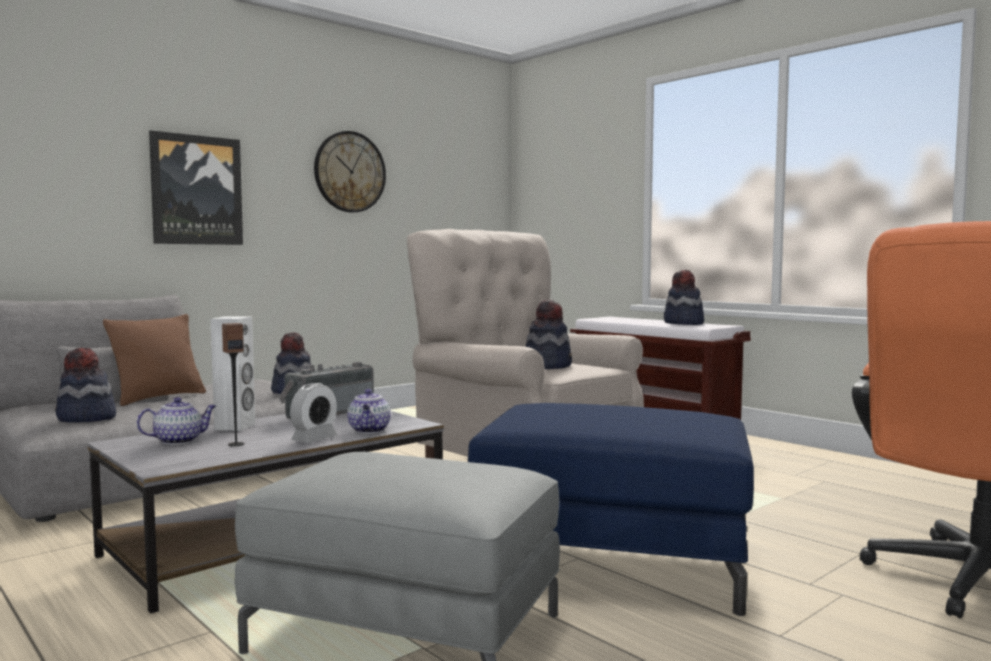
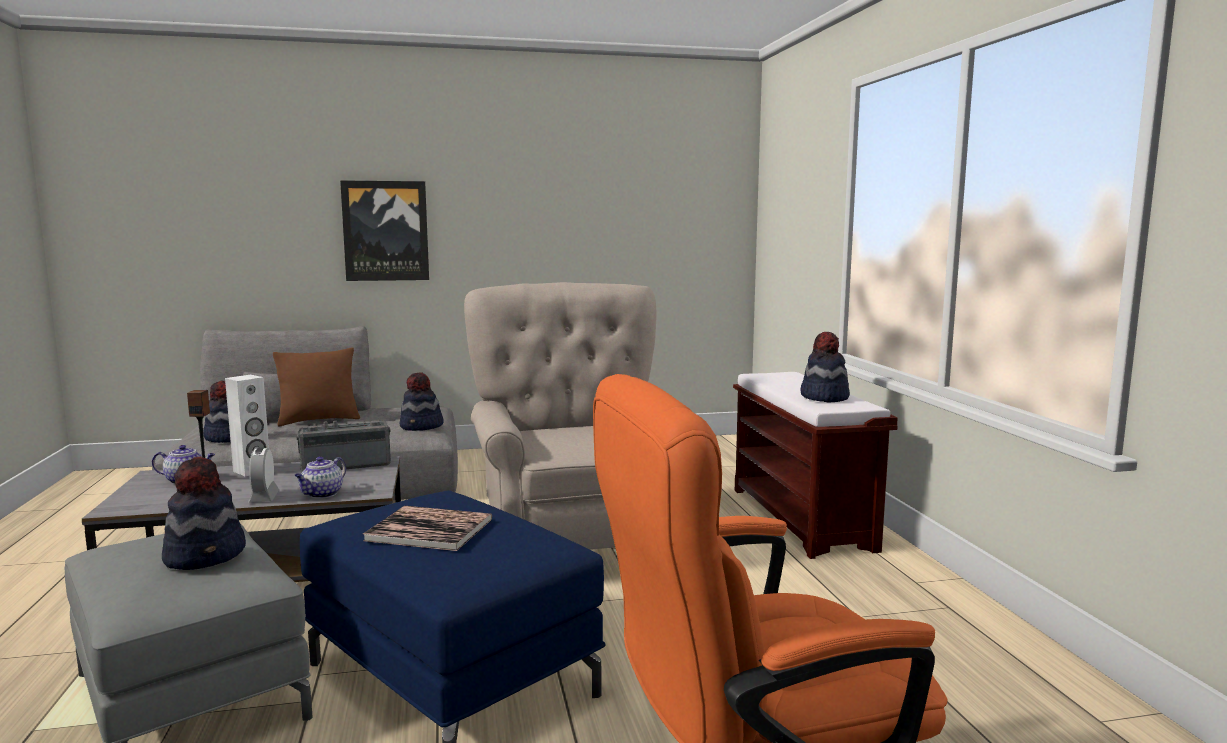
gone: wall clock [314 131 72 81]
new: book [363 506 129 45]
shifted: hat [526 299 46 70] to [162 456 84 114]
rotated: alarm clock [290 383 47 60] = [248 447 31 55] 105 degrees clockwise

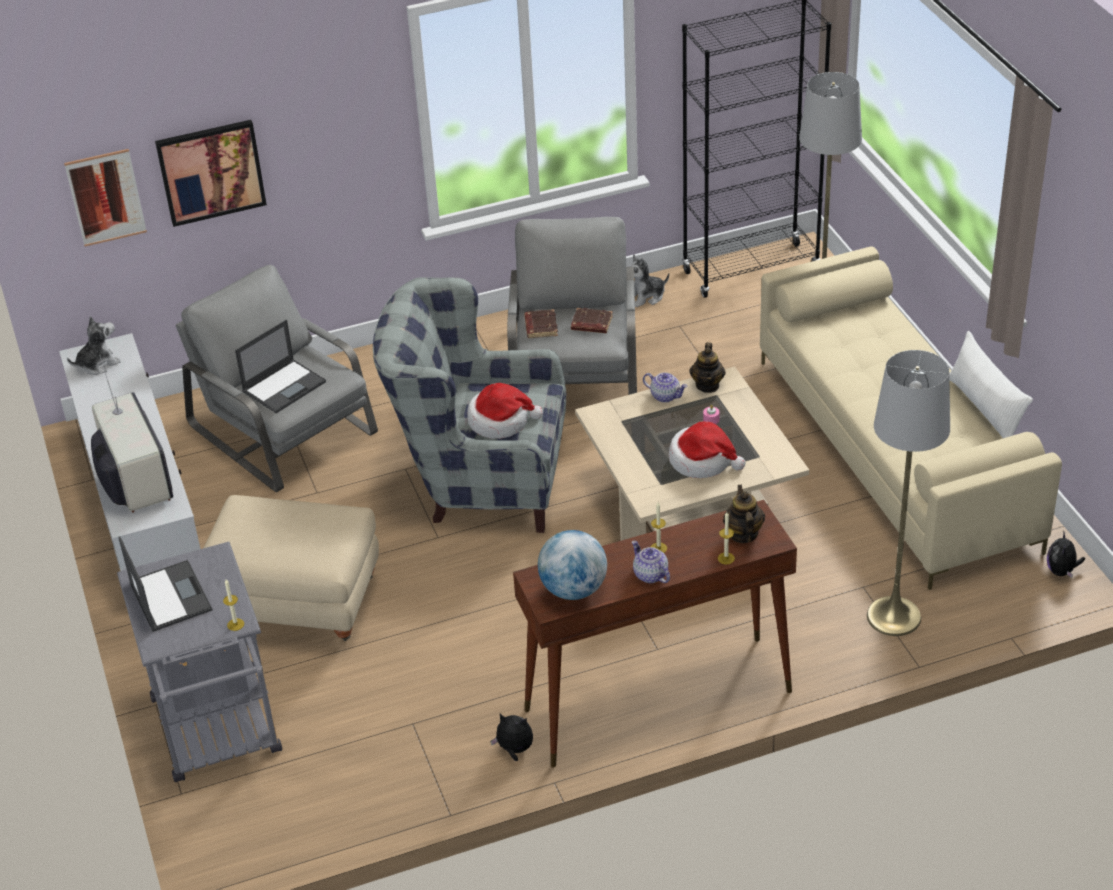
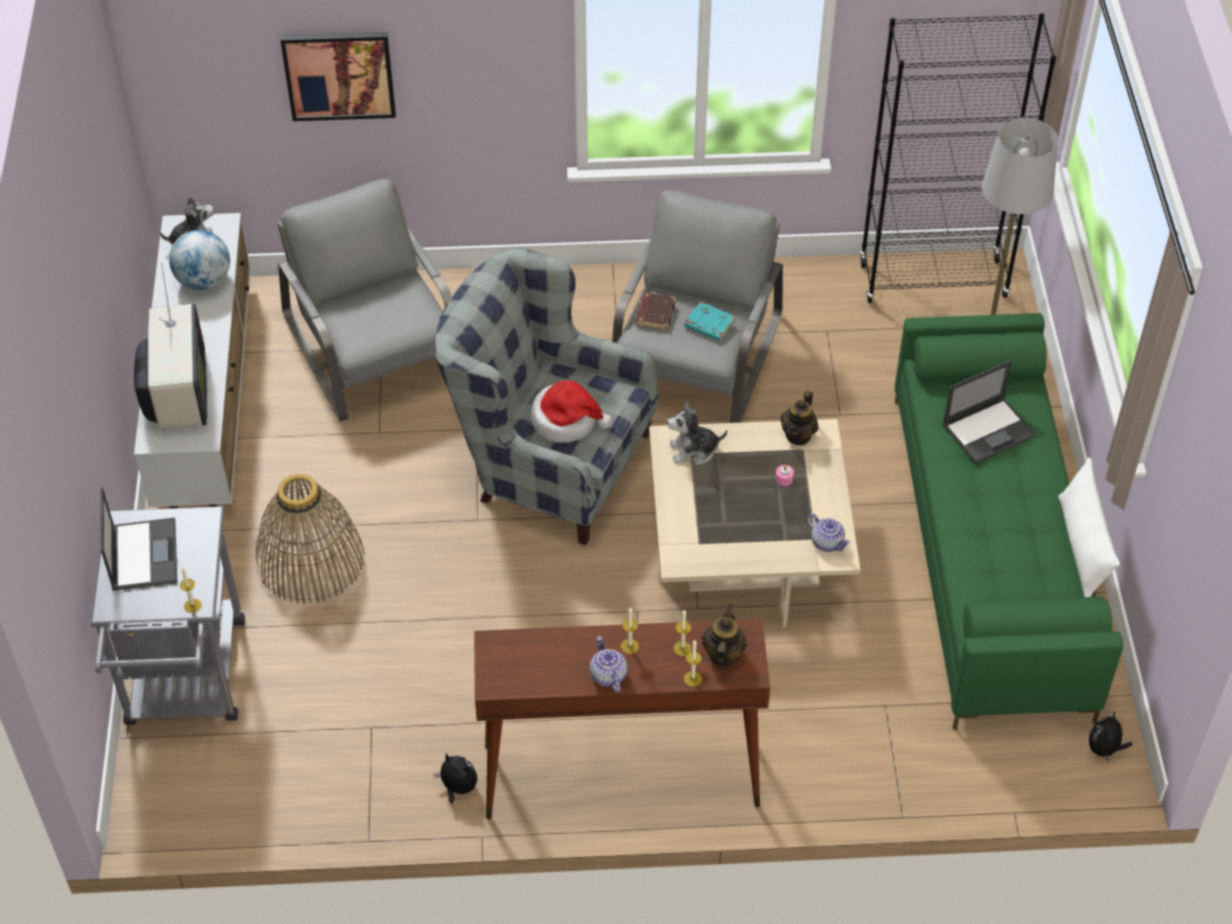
gone: picture [64 149 83 98]; grey floor lamp [867 350 83 286]; hat [669 421 77 57]
new: candle [674 610 17 46]
shifted: plush toy [630 254 39 53] to [667 400 60 65]; laptop [235 320 91 93] to [942 360 94 104]; teapot [643 372 45 31] to [807 514 44 38]; globe [538 530 69 70] to [169 230 61 60]
swapped: beige ottoman [204 495 175 146] to basket [256 474 109 130]
repainted: beige sofa [760 246 302 344] to green sofa [895 313 228 417]; brown book [571 308 42 25] to turquoise book [684 302 51 39]

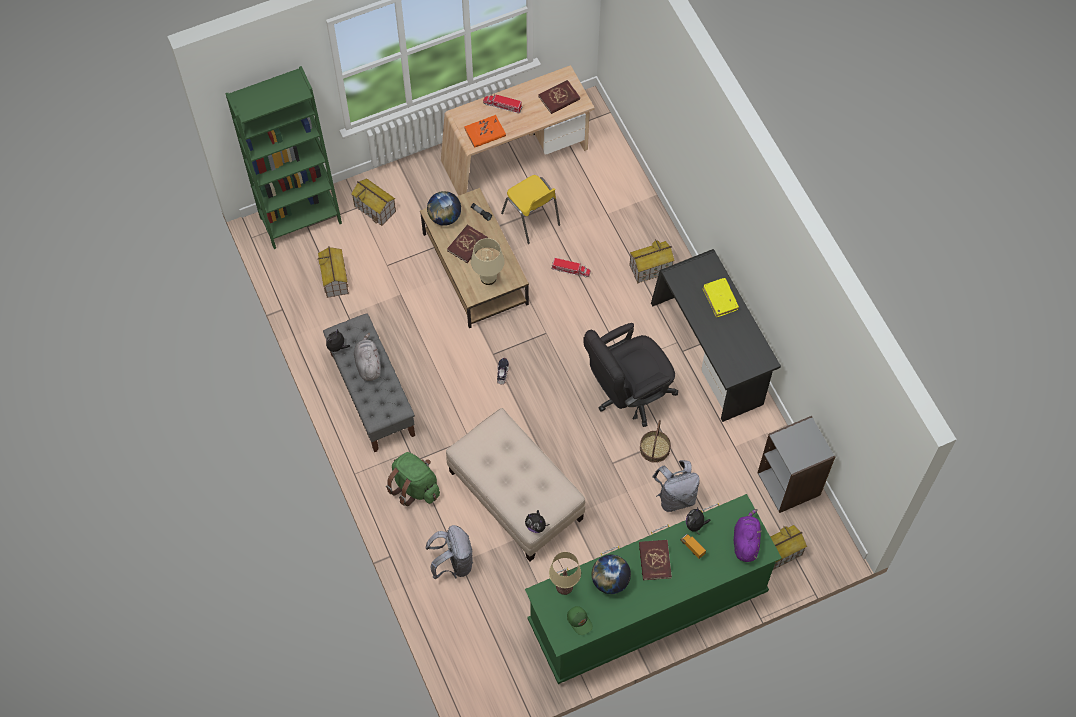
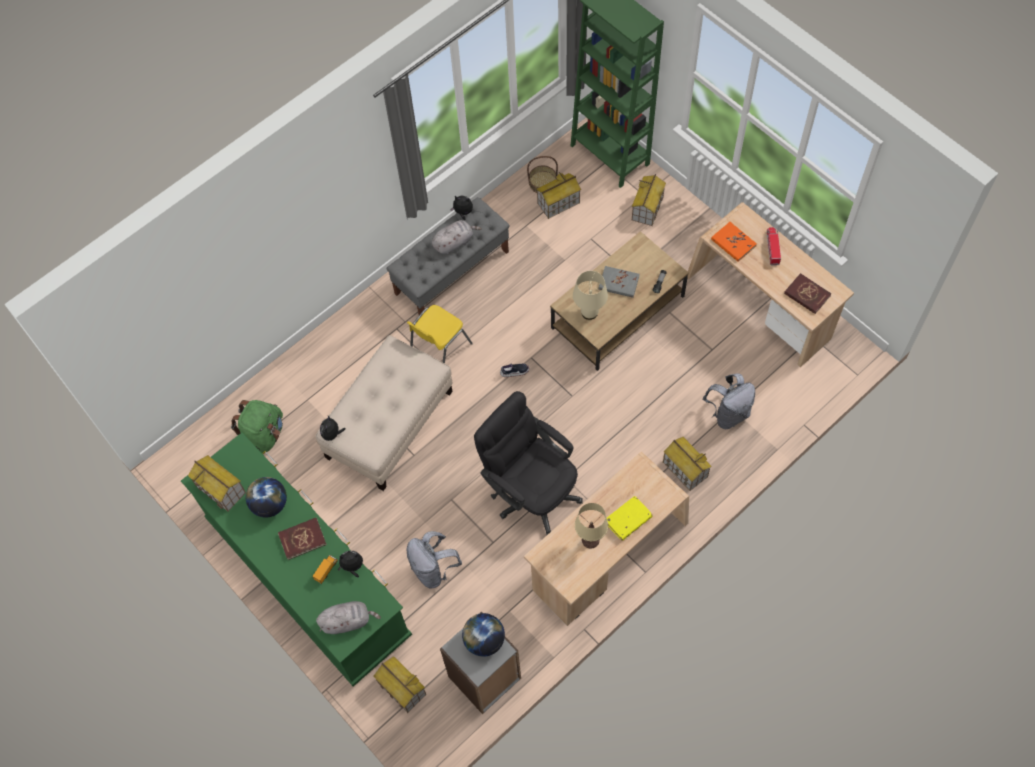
gone: toy truck [551 258 40 19]
shifted: yellow chair [501 175 59 69] to [407 305 66 58]; globe [427 191 34 35] to [462 613 43 44]; basket [640 420 31 43] to [527 156 31 37]; green backpack [386 452 54 54] to [231 400 52 53]; grey backpack [426 525 47 55] to [703 373 52 56]; beige table lamp [549 552 32 43] to [575 503 33 45]
swapped: green cap [567 606 26 29] to toy house [188 455 58 57]
repainted: red book [447 225 41 38] to grey book [599 266 41 32]; black desk [651 249 130 173] to beige desk [524 452 165 174]; purple plush toy [734 509 28 53] to grey plush toy [316 601 65 33]

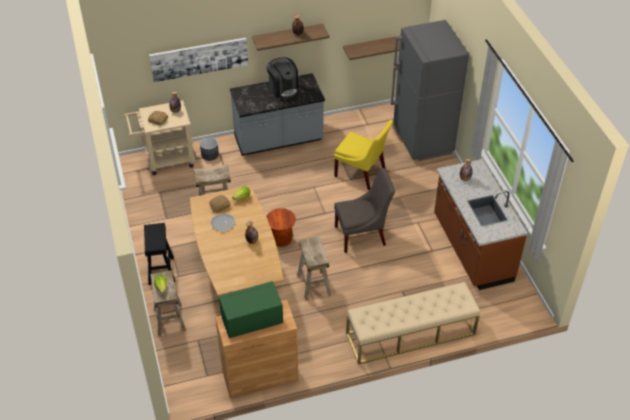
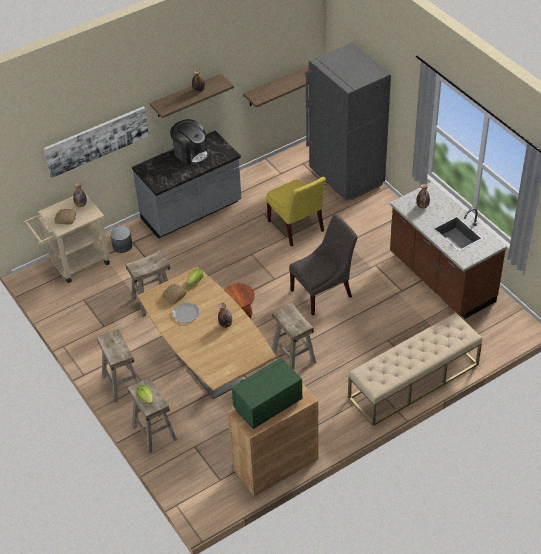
repainted: black stool [144 223 31 62] to beige stool [97 329 42 74]
rotated: yellow chair [334 120 59 70] = [266 177 60 70] 45 degrees clockwise

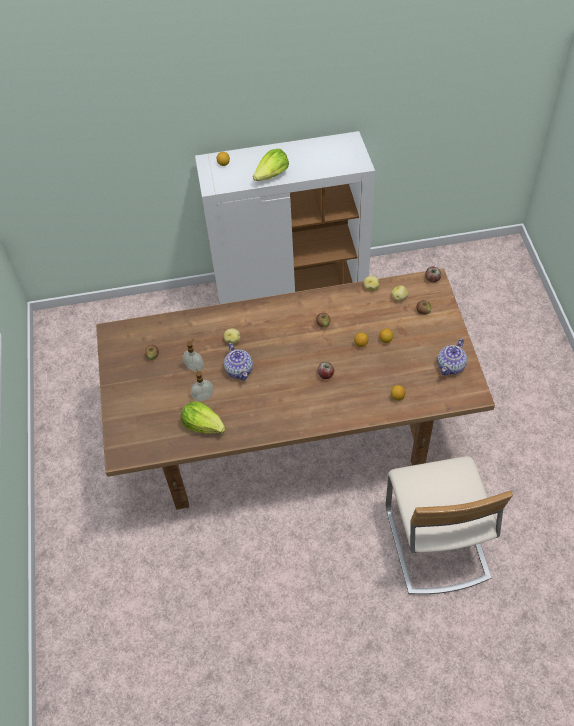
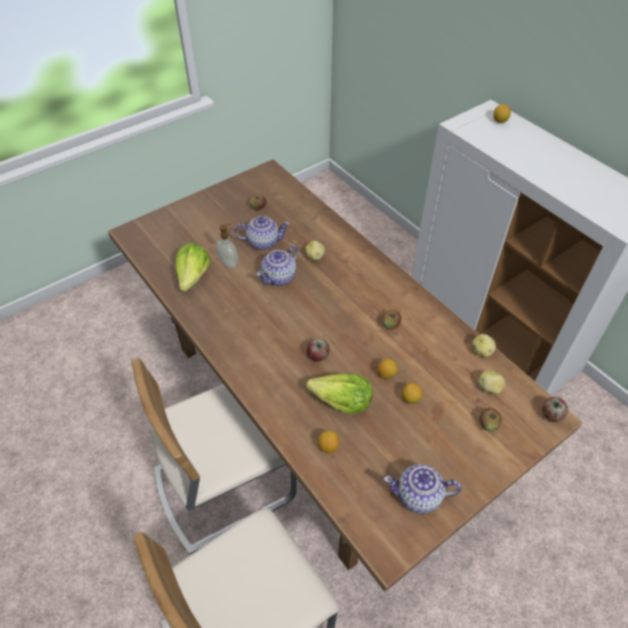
new: beige chair [132 357 165 198]
shifted: lettuce [253 149 36 32] to [306 374 67 40]
swapped: soap dispenser [183 339 21 33] to teapot [234 216 56 34]

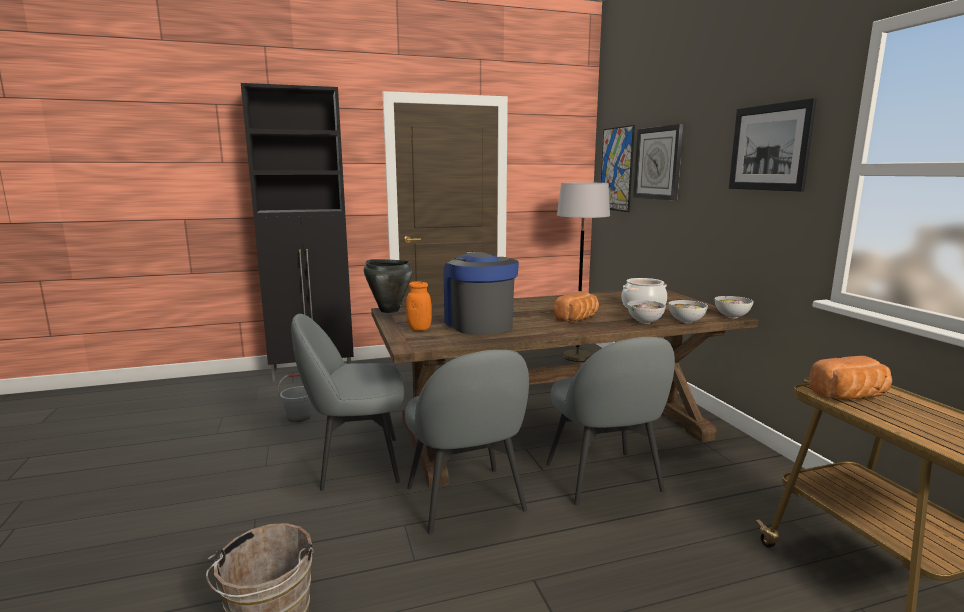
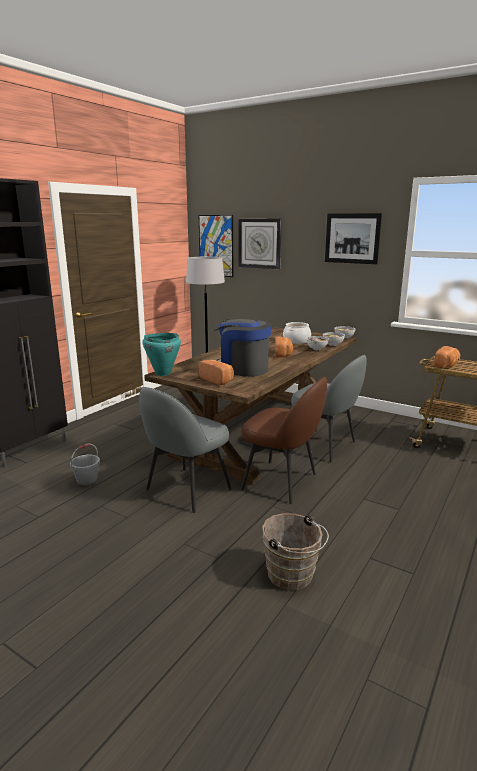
swapped: orange jar [406 281 26 50] to bread [199 360 35 25]
repainted: black cooking pot [364 259 49 54] to turquoise cooking pot [142 333 39 43]; grey chair [405 350 124 184] to brown chair [241 377 86 127]

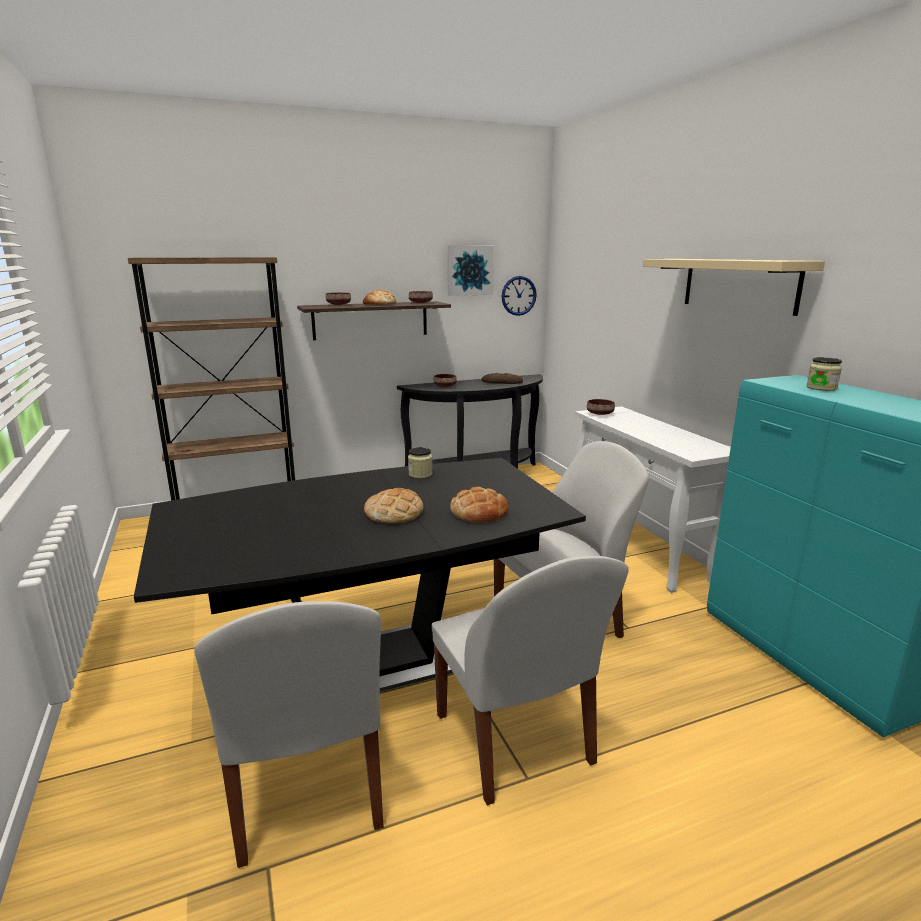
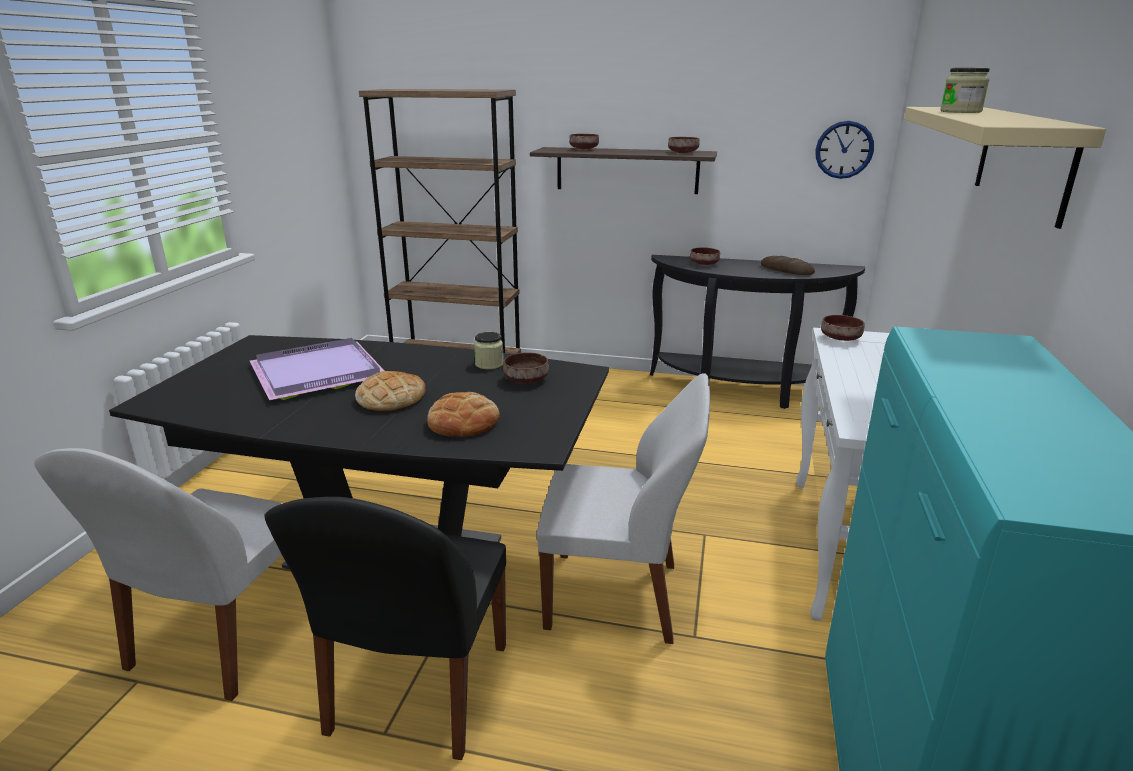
gone: picture [448 246 46 50]; bread [363 289 33 16]
new: purple tray [250 338 134 62]; brown bowl [503 352 46 32]
shifted: jar [806 357 36 34] to [940 68 50 45]
repainted: white chair [432 556 197 249] to black chair [265 497 241 263]

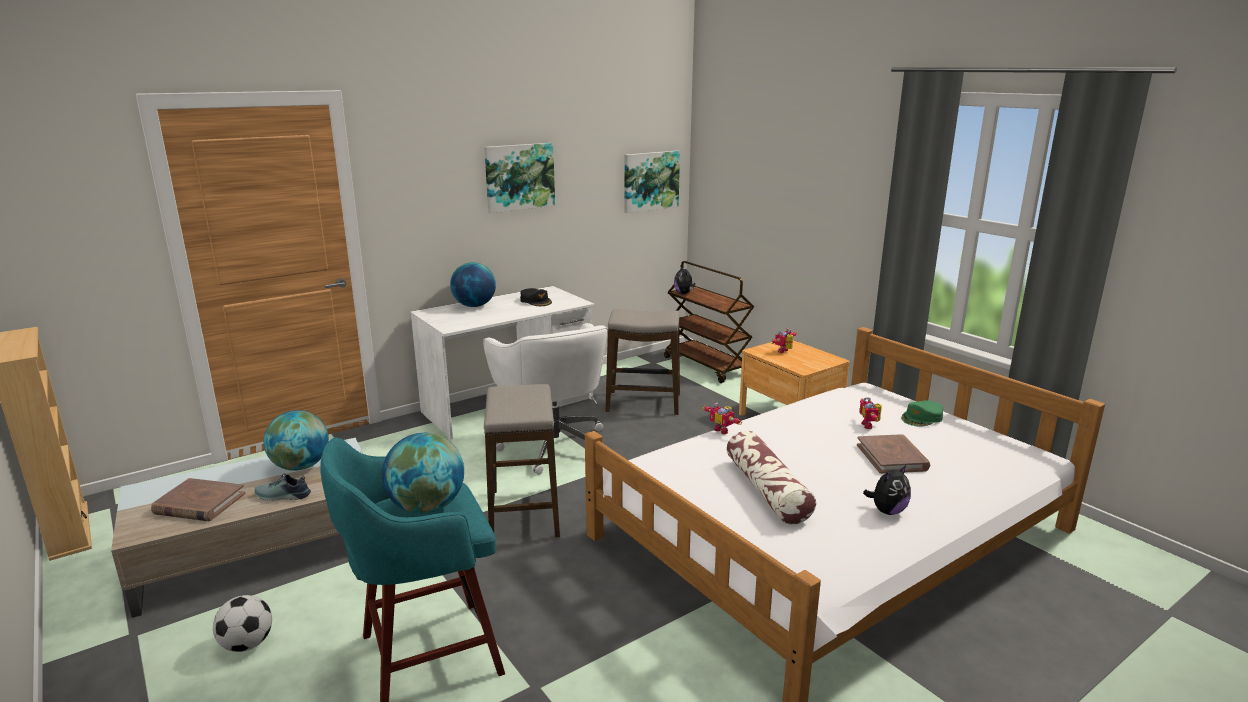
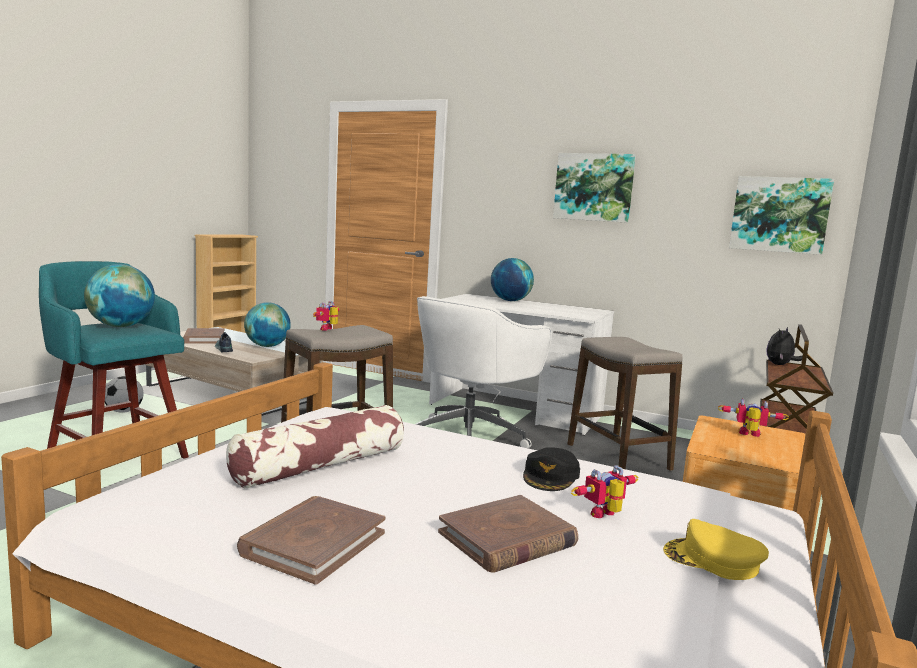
shifted: black cap [520 288 32 18] to [523 447 57 44]; toy robot [703 403 39 31] to [313 301 26 30]
swapped: plush toy [863 465 48 50] to brown book [237 496 148 89]
repainted: green cap [901 400 42 27] to yellow cap [663 519 106 61]

